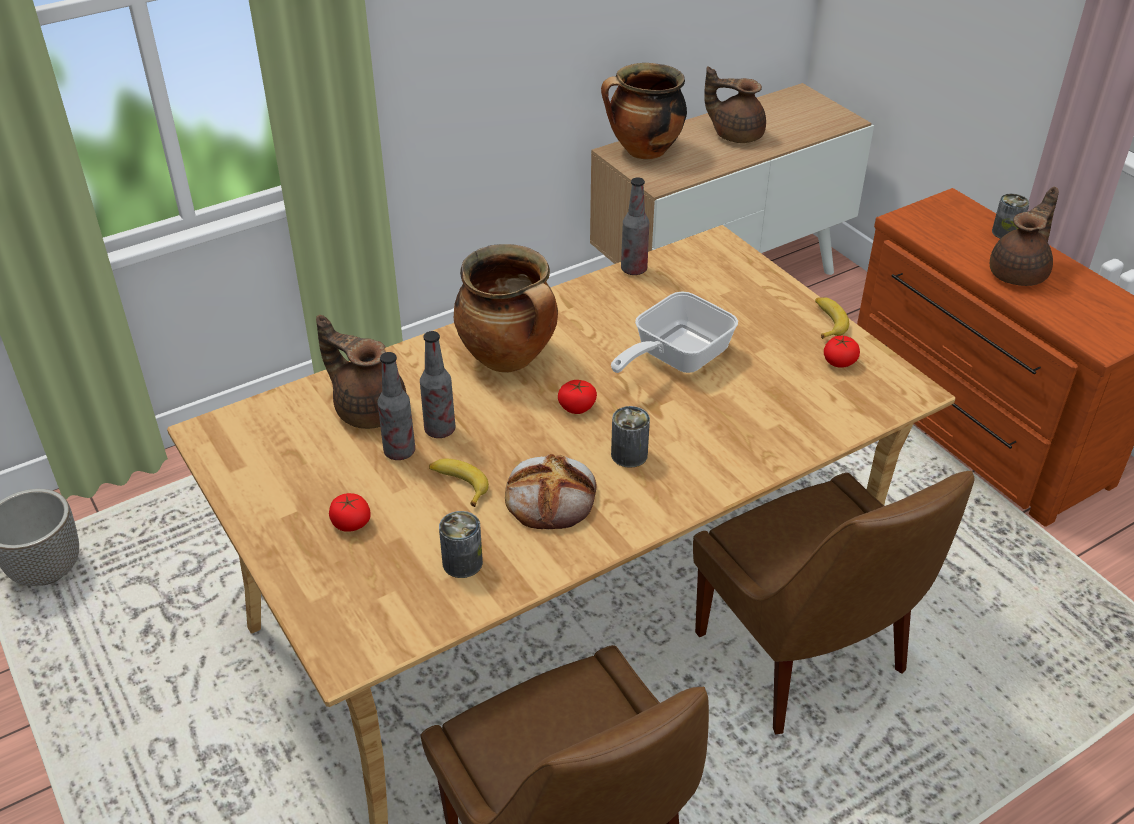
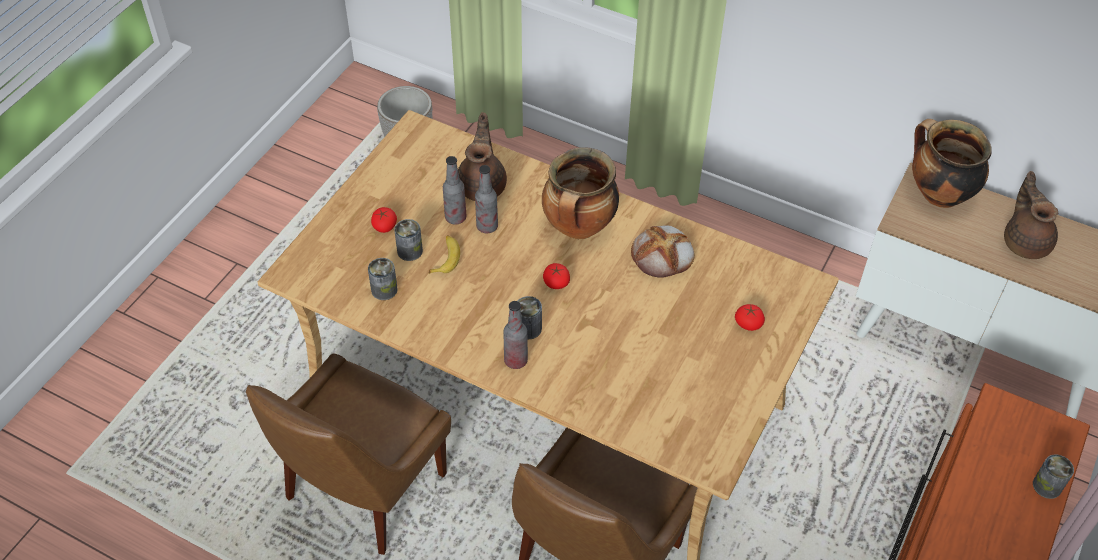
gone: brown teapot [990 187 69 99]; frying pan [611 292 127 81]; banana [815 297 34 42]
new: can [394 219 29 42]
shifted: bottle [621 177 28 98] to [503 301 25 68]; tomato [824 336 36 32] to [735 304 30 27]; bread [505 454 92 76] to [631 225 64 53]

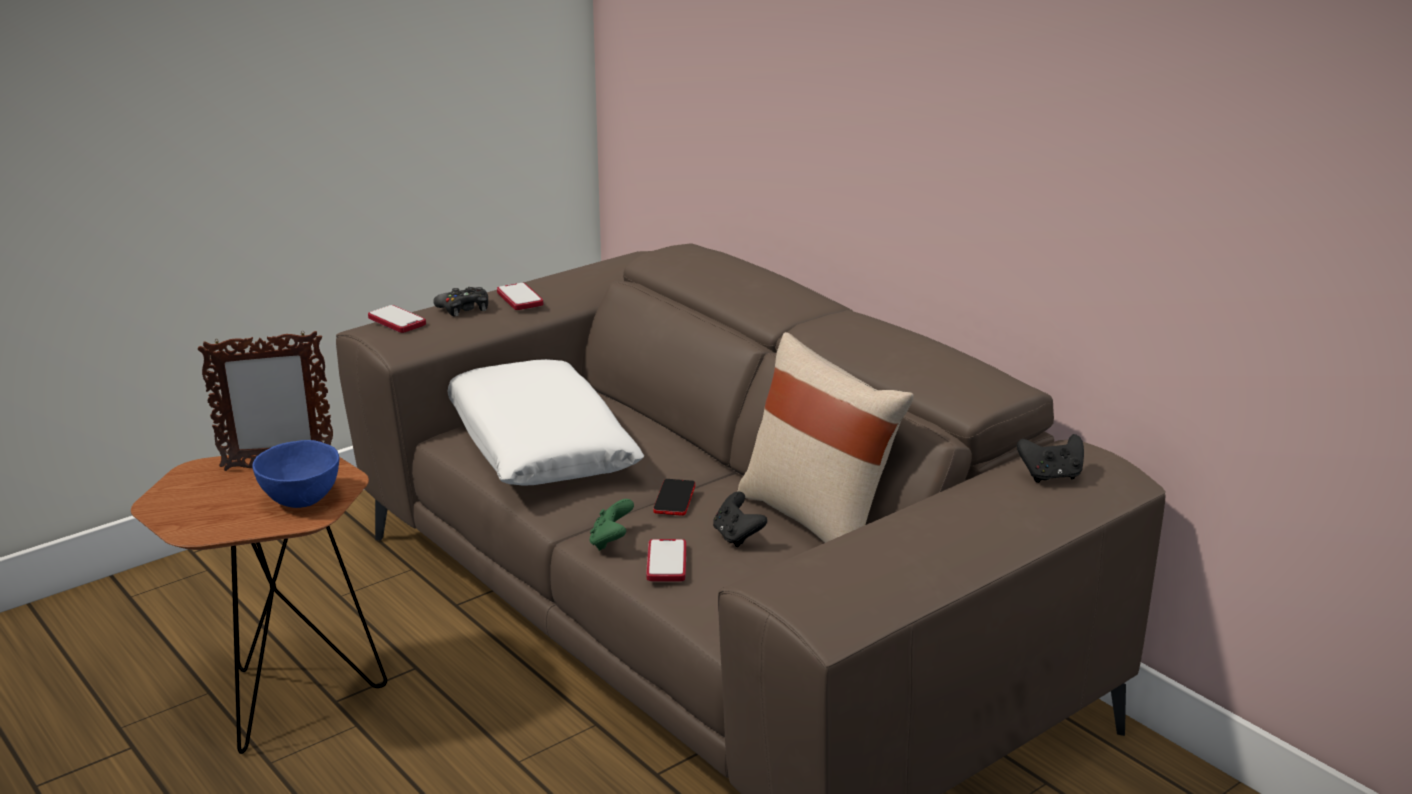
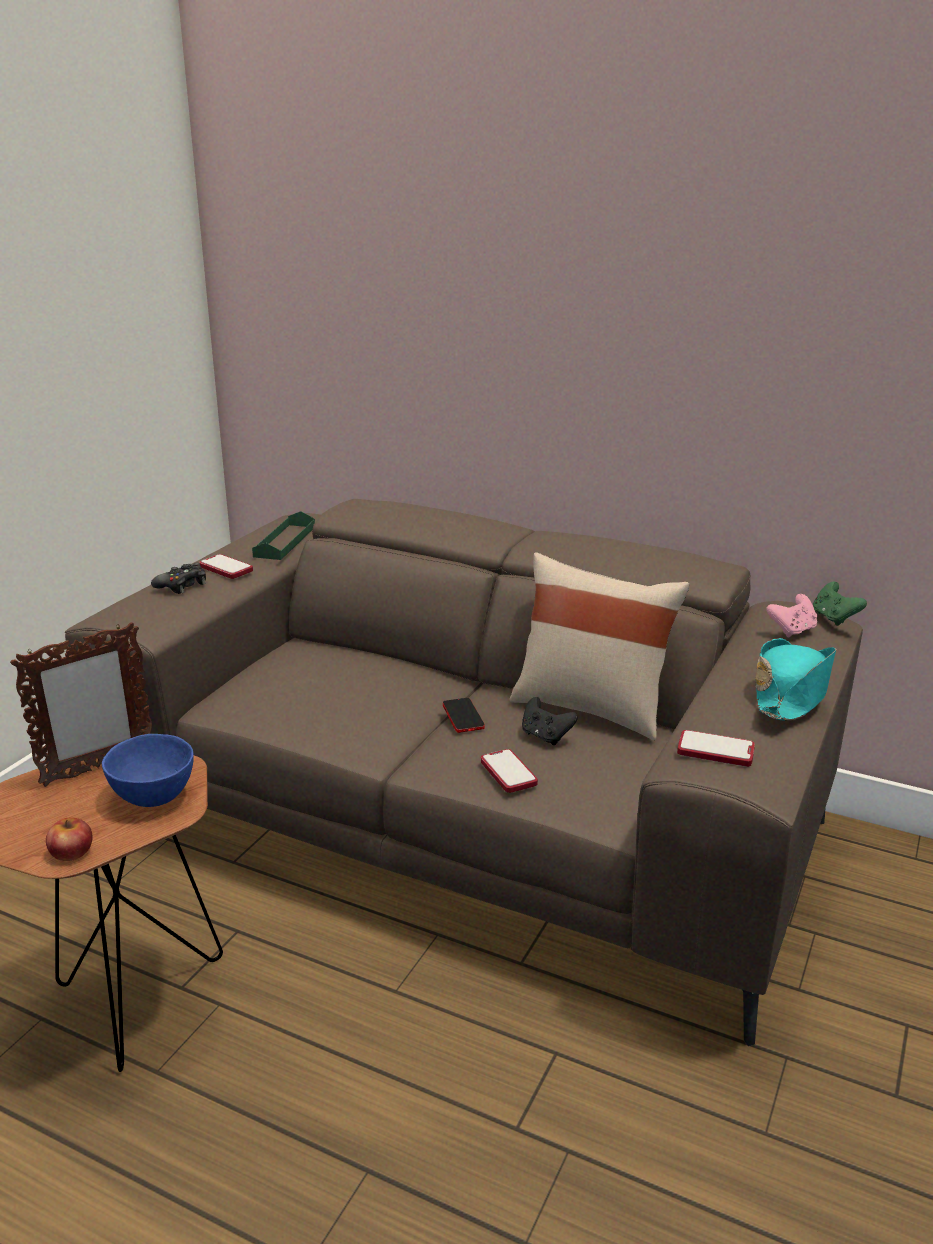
gone: white pillow [447 359 197 127]
new: green tray [252 511 63 49]; turquoise hat [755 638 81 83]; apple [46 818 47 43]
shifted: phone [368 305 58 28] to [677 730 78 37]; green game controller [589 499 45 52] to [813 582 54 44]
repainted: black game controller [1017 434 67 49] to pink game controller [766 594 51 43]

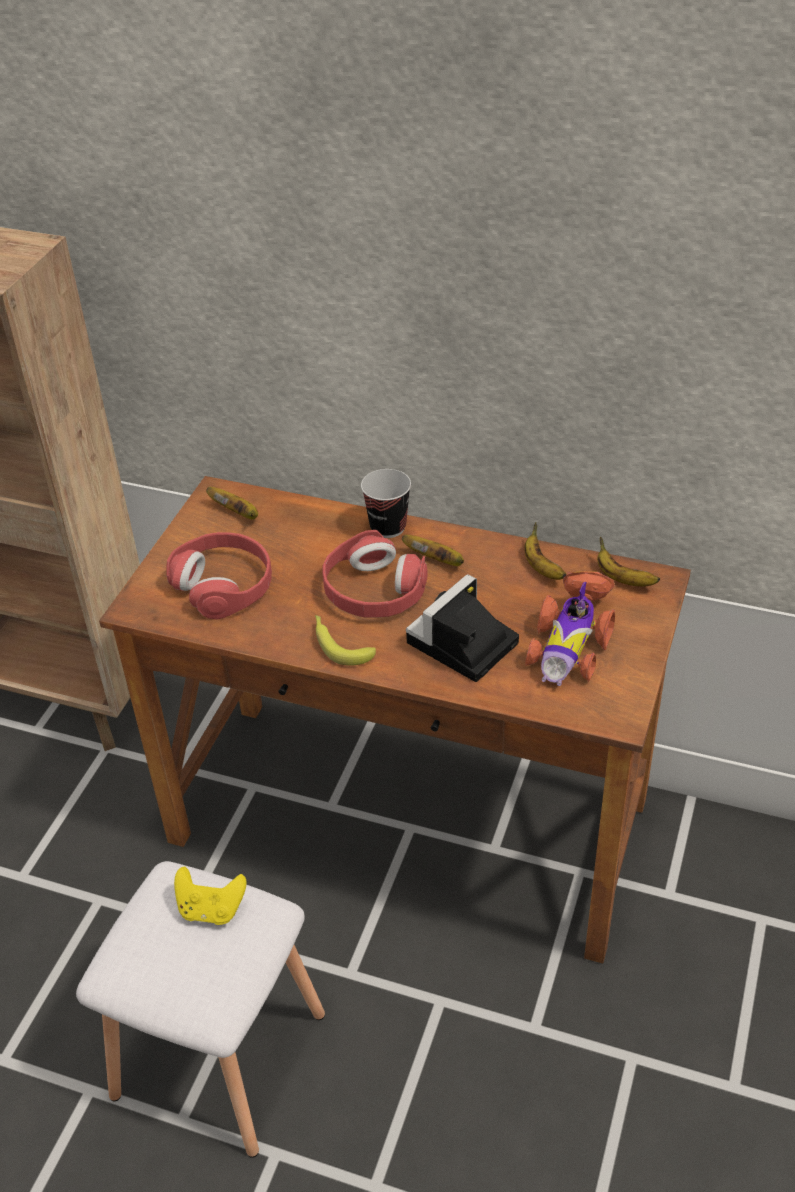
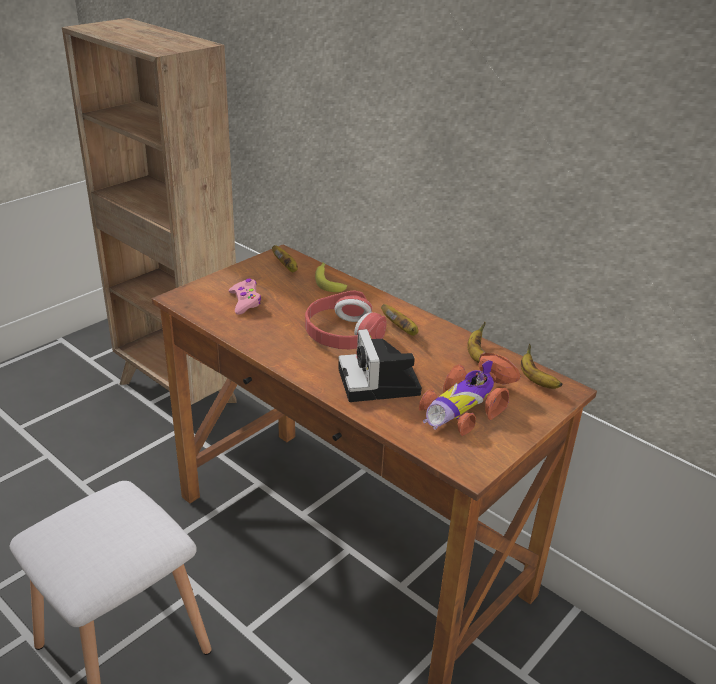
gone: cup [361 469 50 69]; yellow game controller [174 866 73 59]
shifted: banana [315 615 61 51] to [315 263 32 29]
swapped: red headphones [166 532 106 87] to pink game controller [229 279 32 36]
rotated: photo camera [406 574 113 108] = [338 329 84 73] 75 degrees counterclockwise

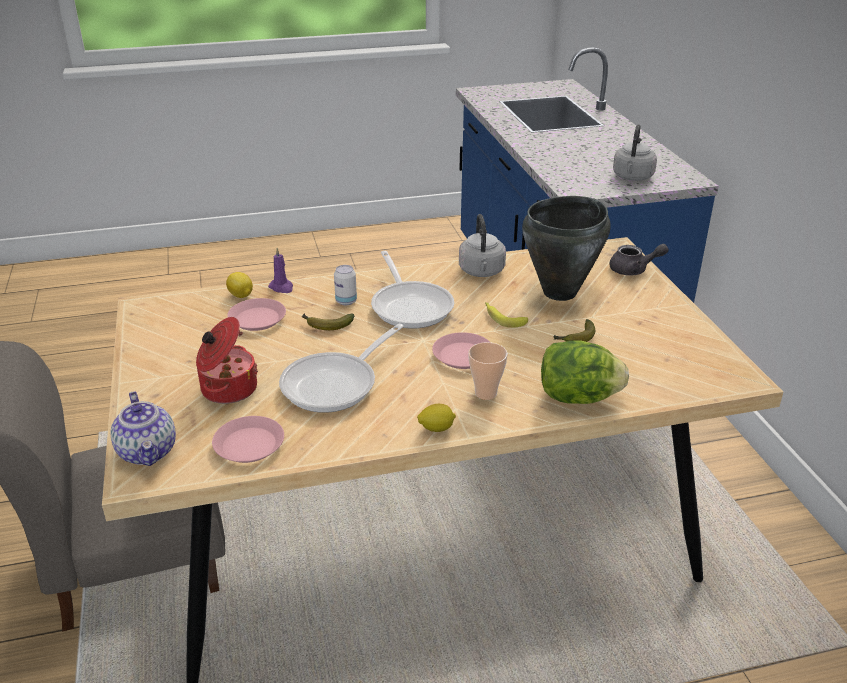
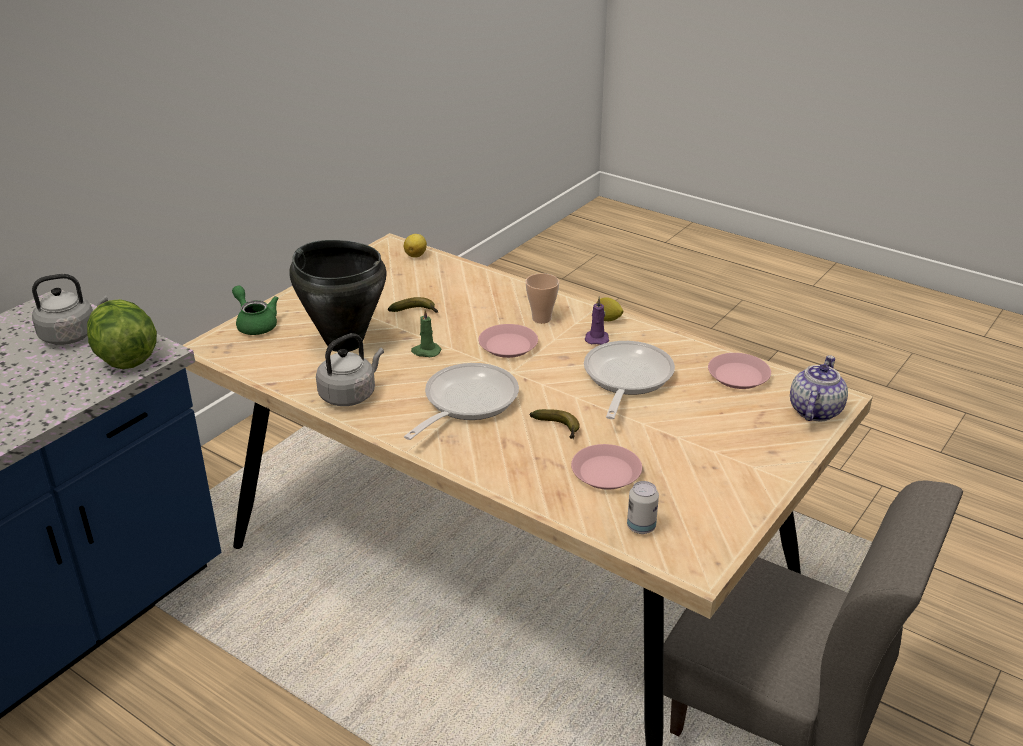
gone: cooking pot [196 317 62 87]
shifted: purple candle [268 248 25 45] to [585 297 24 48]; can [334 265 23 40] to [627 481 32 53]; lemon [226 272 27 26] to [404 234 23 24]; lettuce [541 340 88 64] to [87 299 70 70]
swapped: banana [485 302 43 26] to green candle [411 309 30 48]
repainted: grey teapot [609 244 60 32] to green teapot [232 286 46 49]
rotated: frying pan [279 324 125 89] = [584 341 91 78] 75 degrees counterclockwise

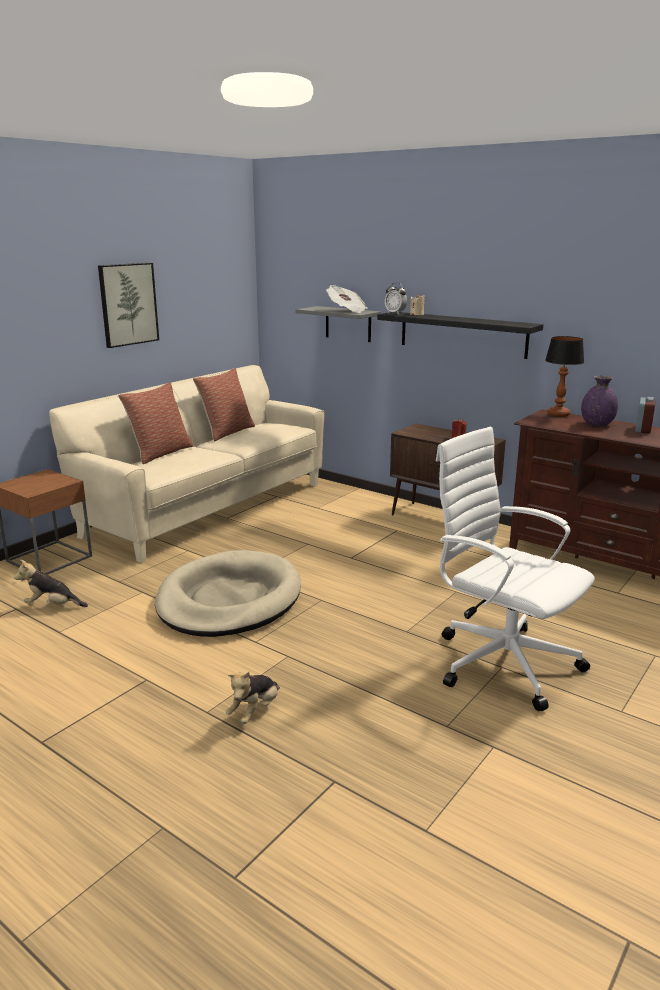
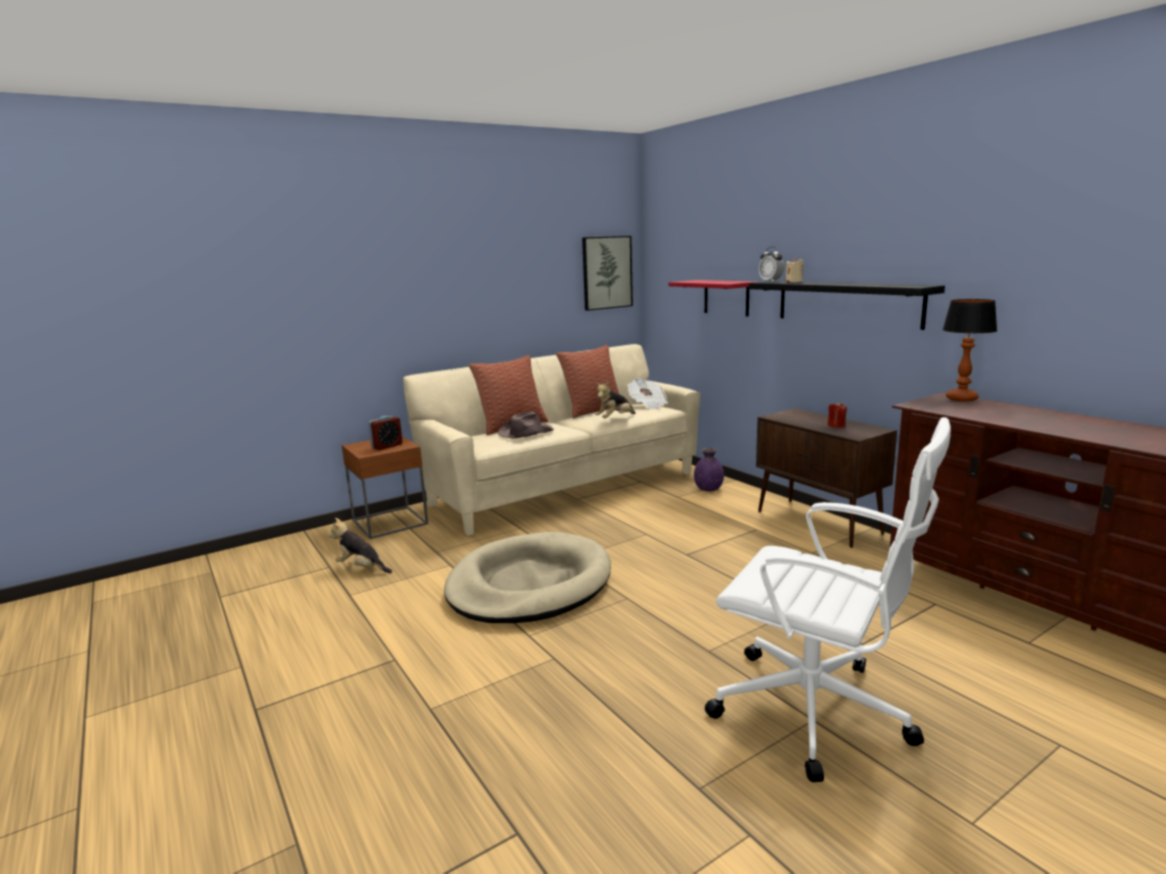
new: brown hat [498 411 56 27]
shifted: picture [98 263 61 85] to [582 236 51 75]; newspaper [326 285 42 28] to [627 378 41 32]; purple vase [581 376 37 50] to [694 448 30 43]; alarm clock [635 397 20 37] to [368 416 35 34]; plush toy [226 672 54 52] to [595 381 40 37]
repainted: grey shelf [295 306 86 36] to red shelf [668 280 86 37]
rotated: white office chair [436 427 159 284] = [705 417 246 365] 150 degrees clockwise

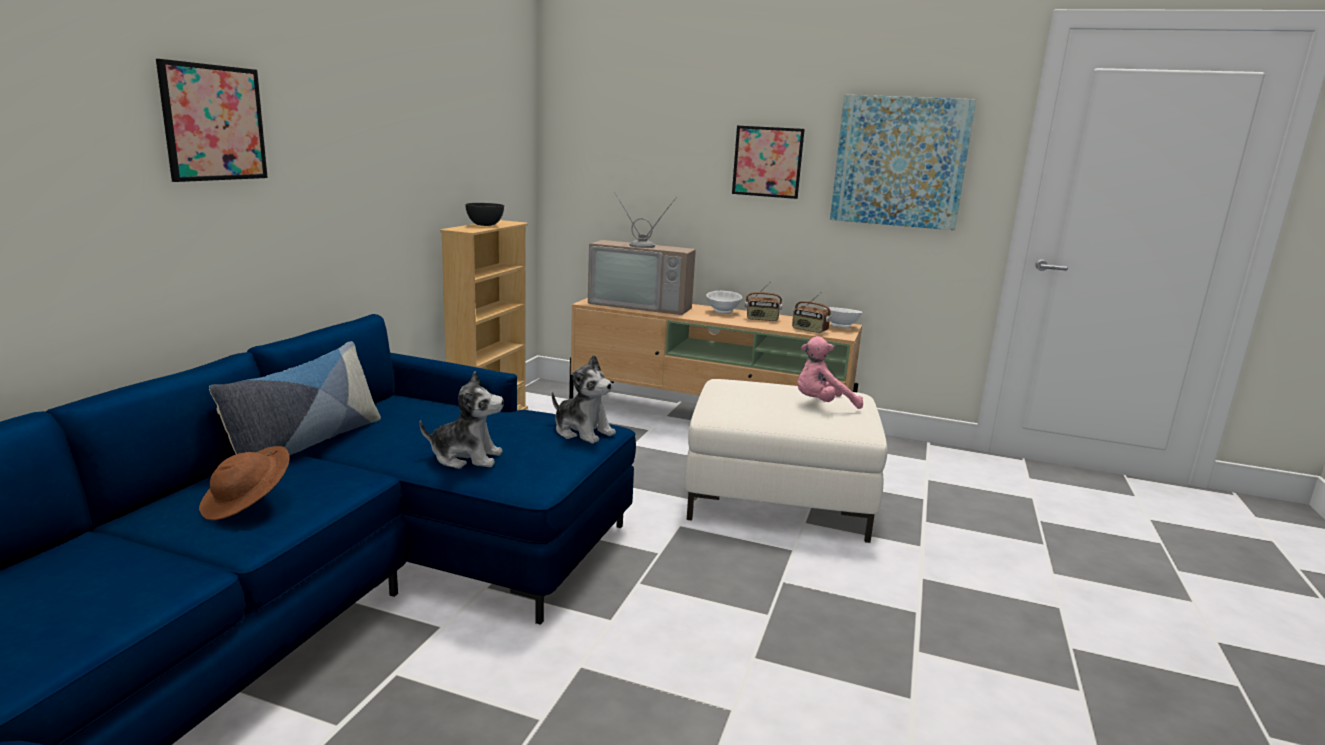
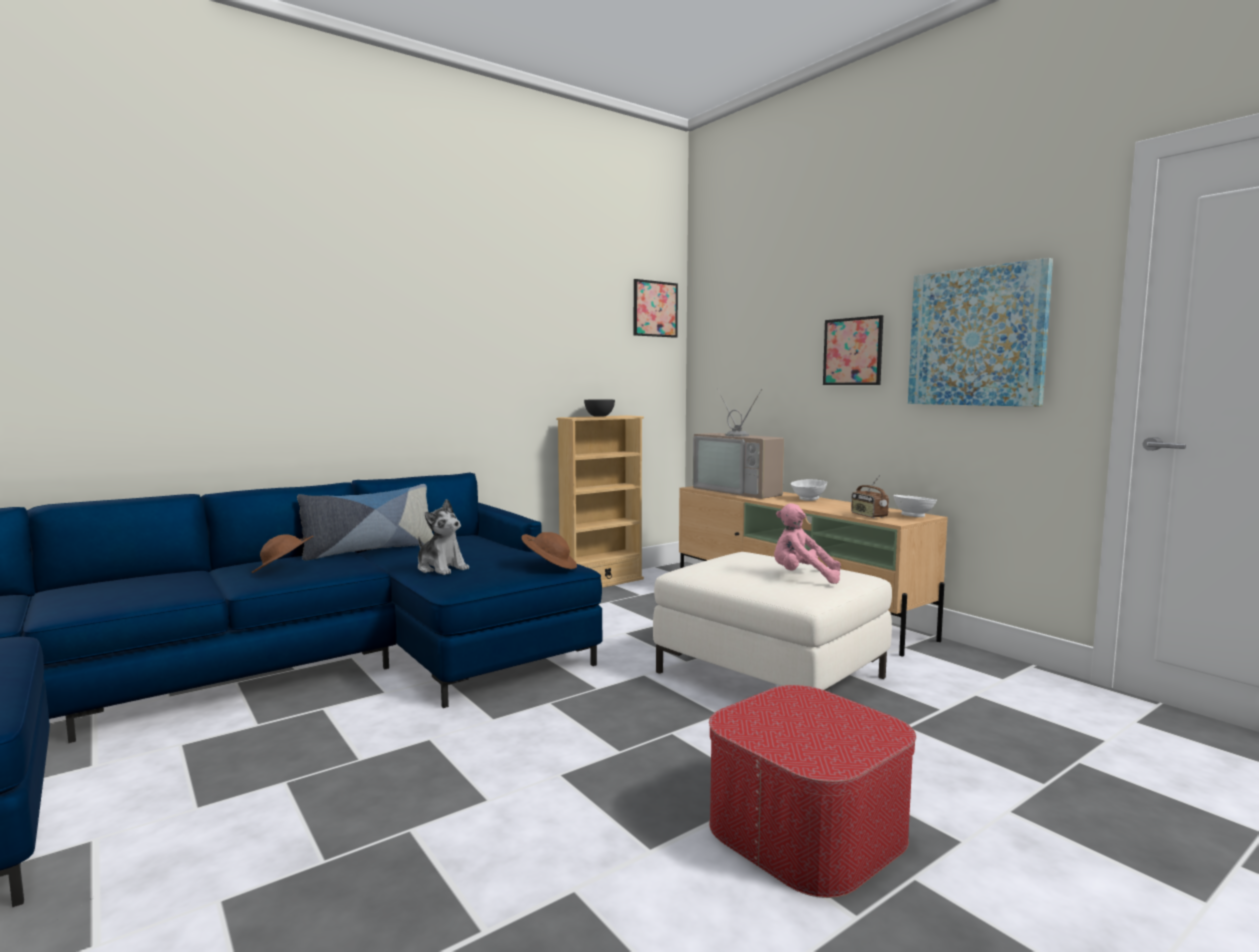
gone: radio [745 282 37 39]
new: ottoman [709 685 207 213]
shifted: picture [156 59 112 123] to [634 279 44 59]
swapped: plush toy [552 355 64 89] to brown hat [521 532 56 37]

